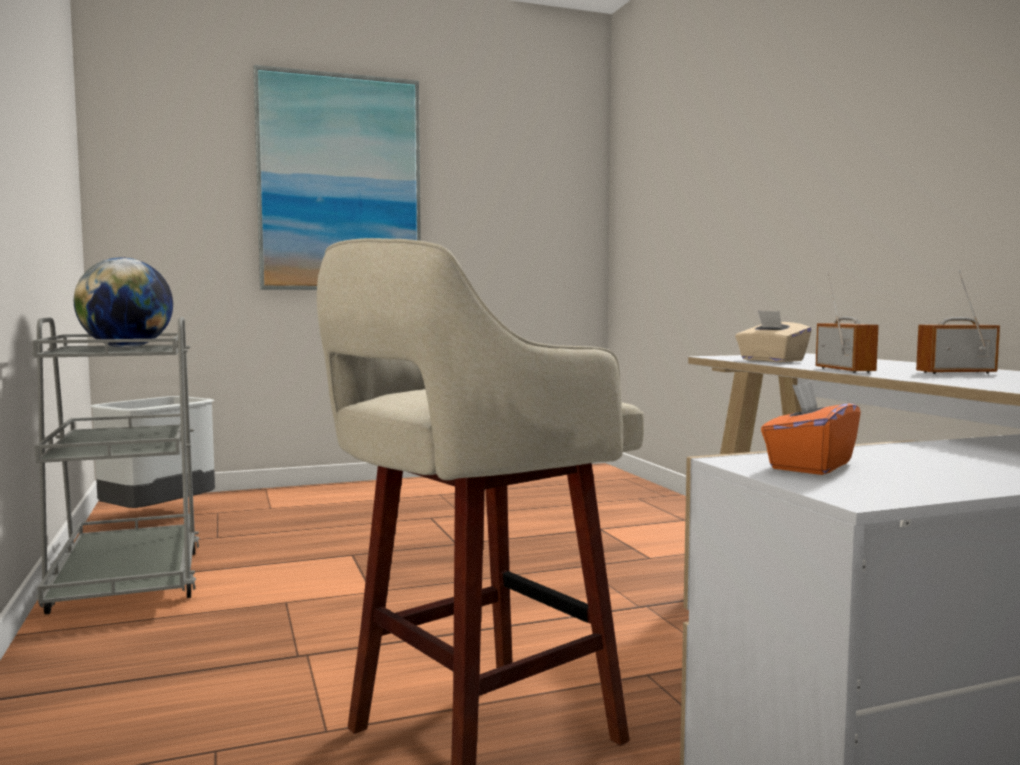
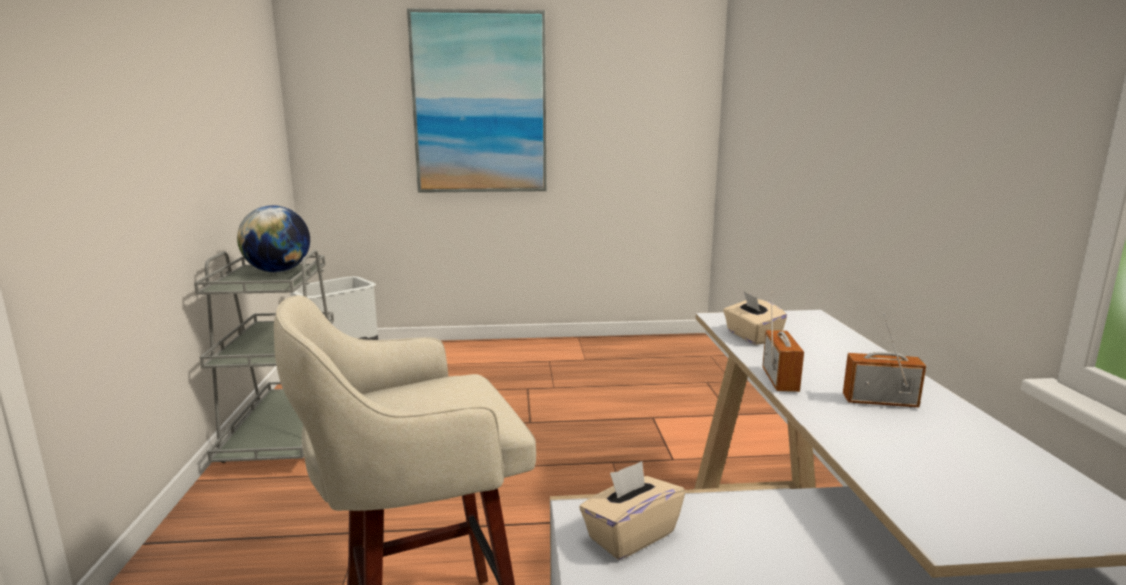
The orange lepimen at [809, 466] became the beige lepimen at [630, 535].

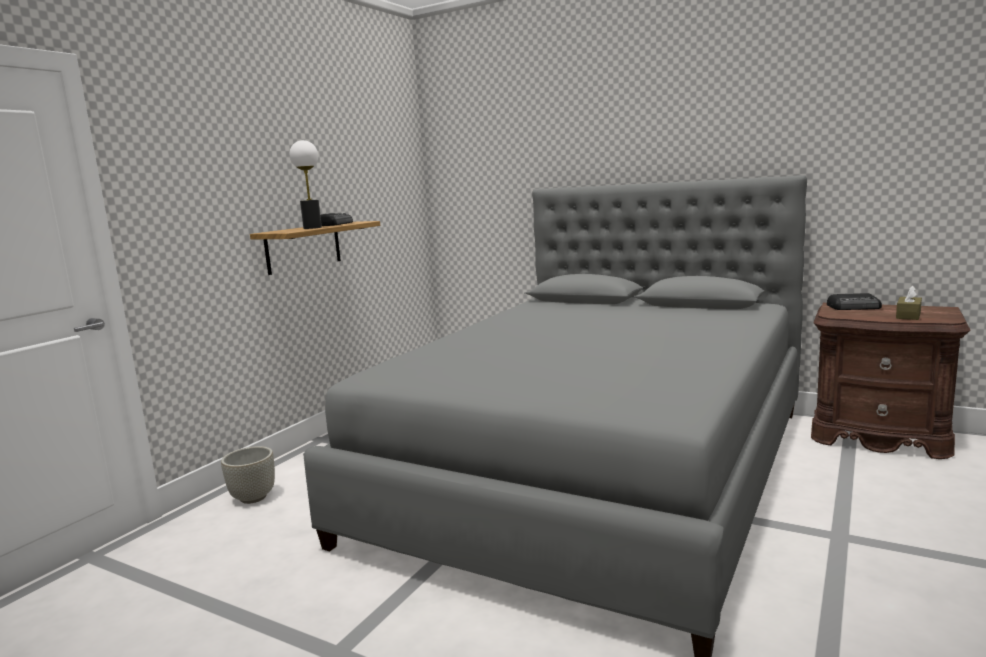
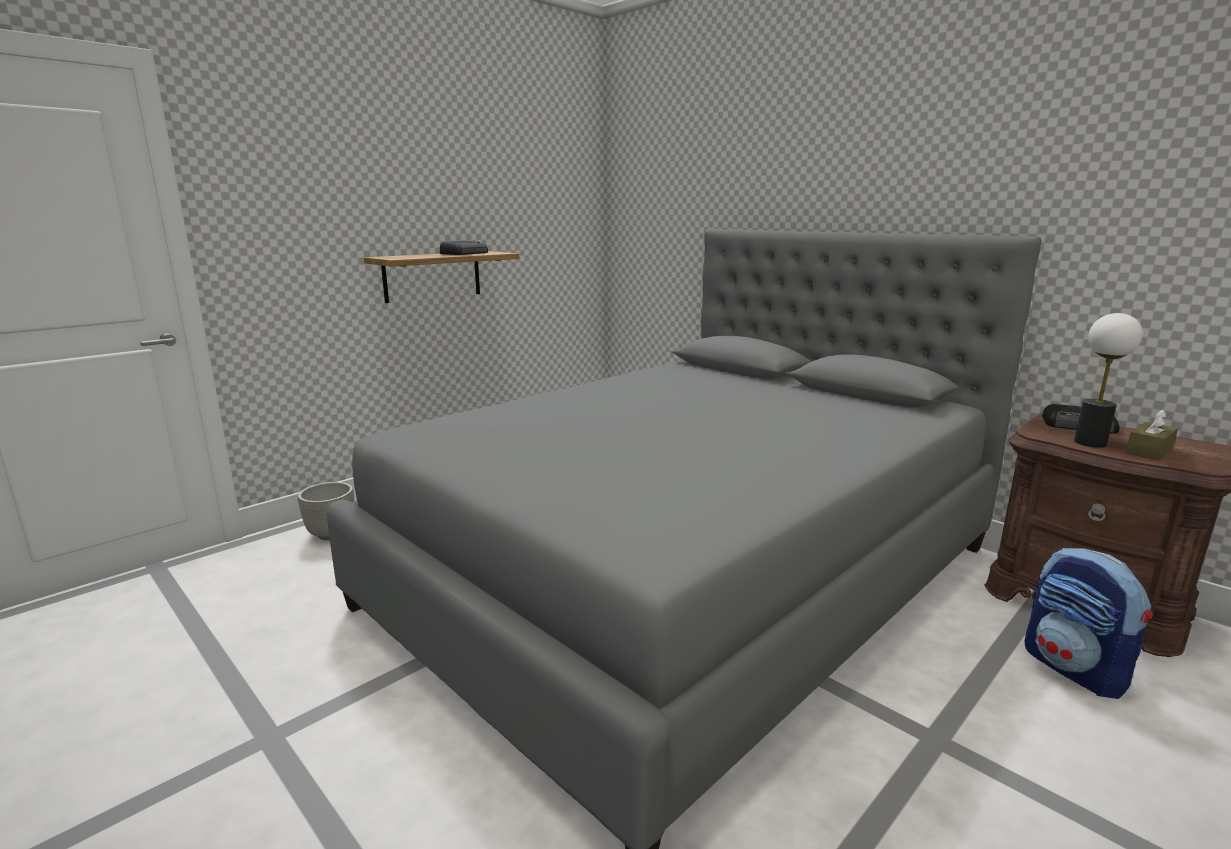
The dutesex moved from [312, 228] to [1090, 443].
The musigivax at [1075, 669] appeared.

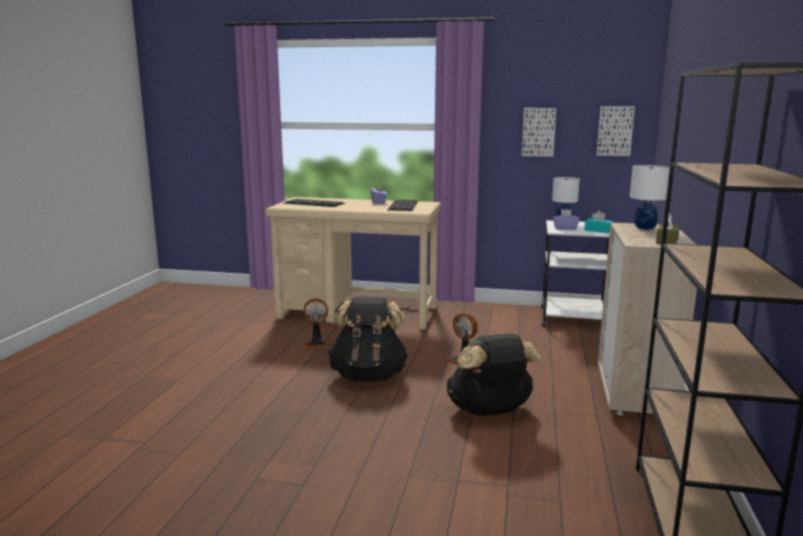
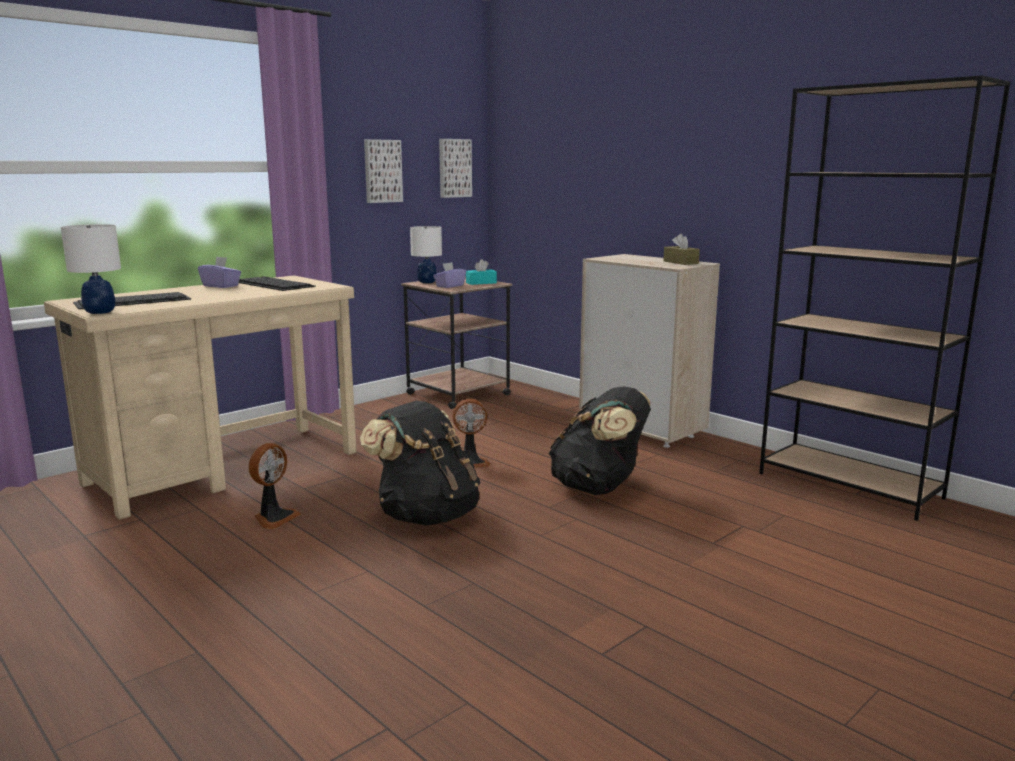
The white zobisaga at [574, 319] became the brown zobisaga at [459, 394].
The white dutesex moved from [645, 228] to [101, 312].

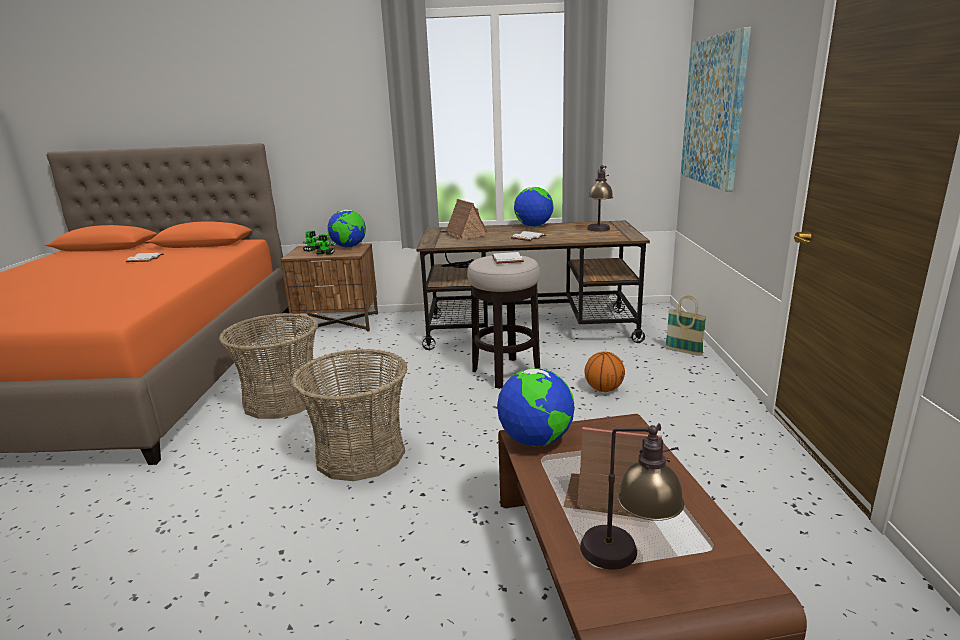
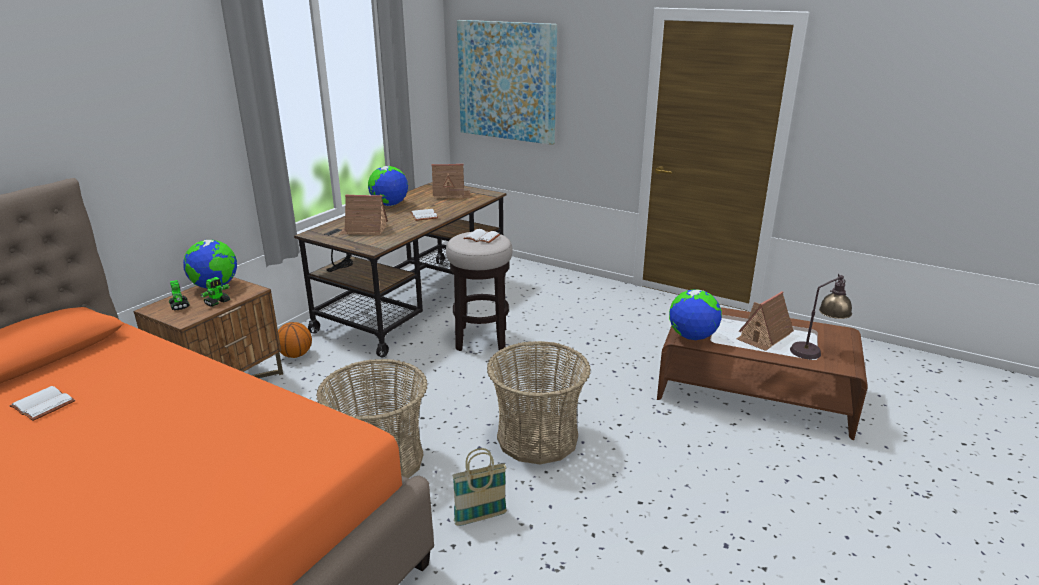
The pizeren moved from [603, 389] to [295, 355].
The dutesex at [599, 231] was replaced by the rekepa at [451, 194].
The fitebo moved from [683, 351] to [480, 518].

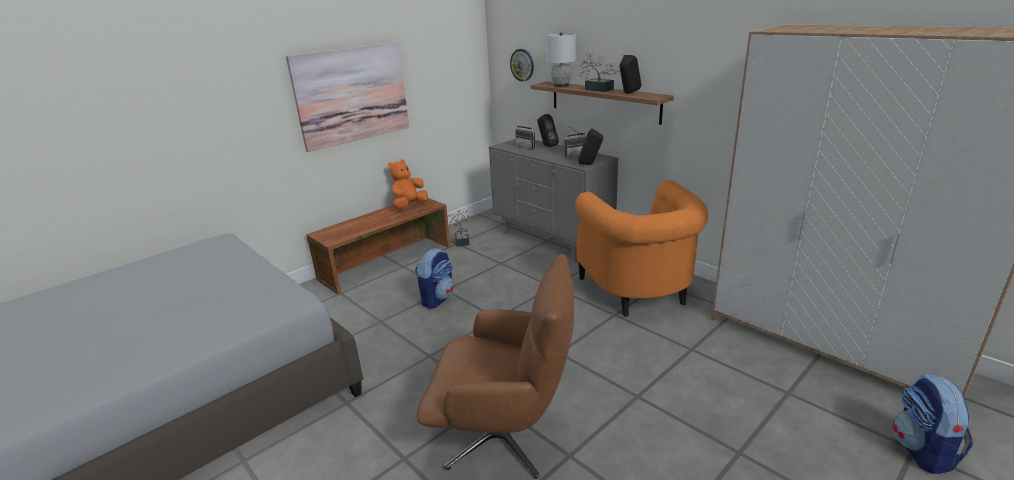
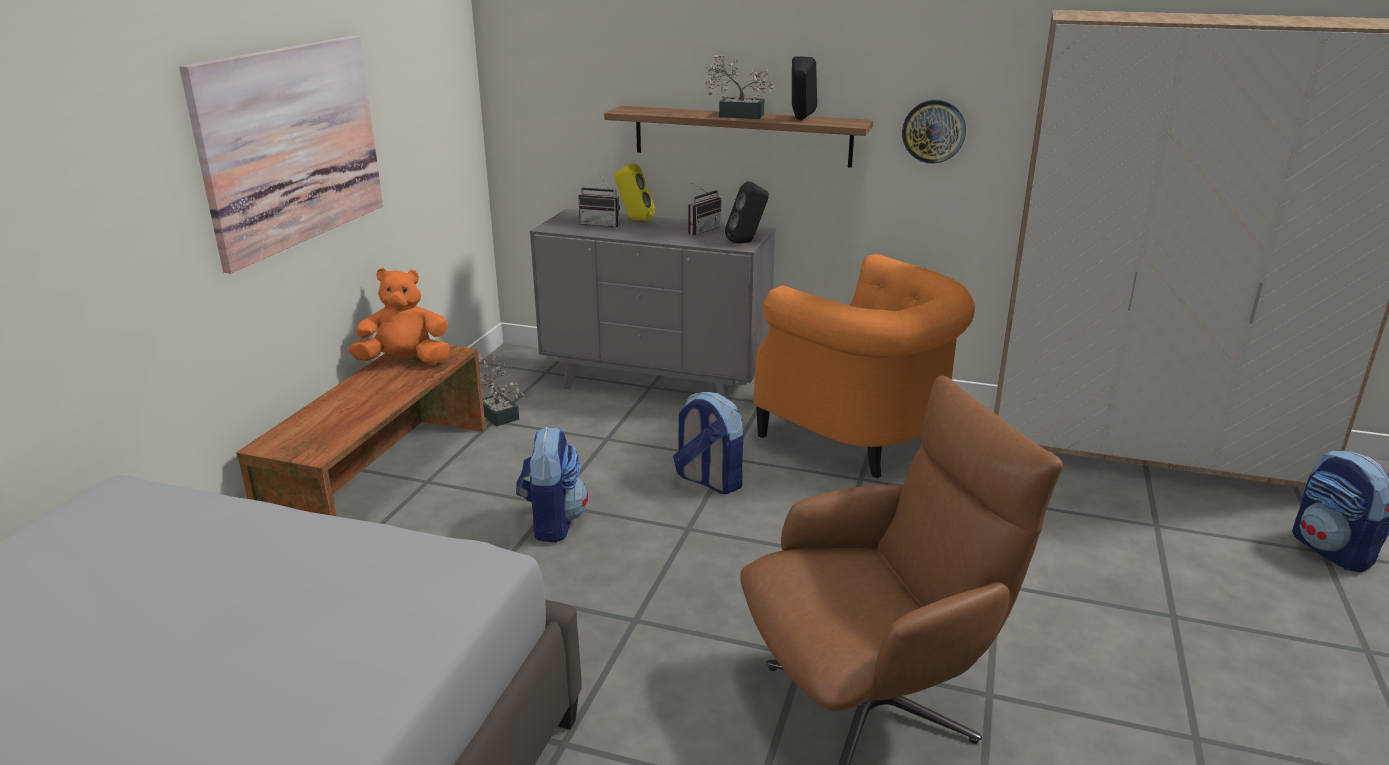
The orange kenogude at [409, 205] turned 75 degrees clockwise.
The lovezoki moved from [522, 65] to [934, 131].
The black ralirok at [547, 146] became the yellow ralirok at [634, 220].
The white dutesex at [561, 85] disappeared.
The musigivax at [708, 481] appeared.

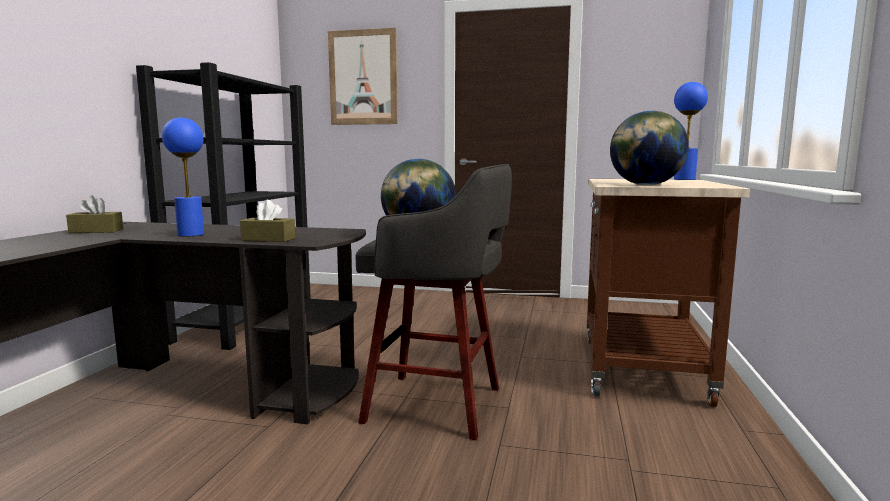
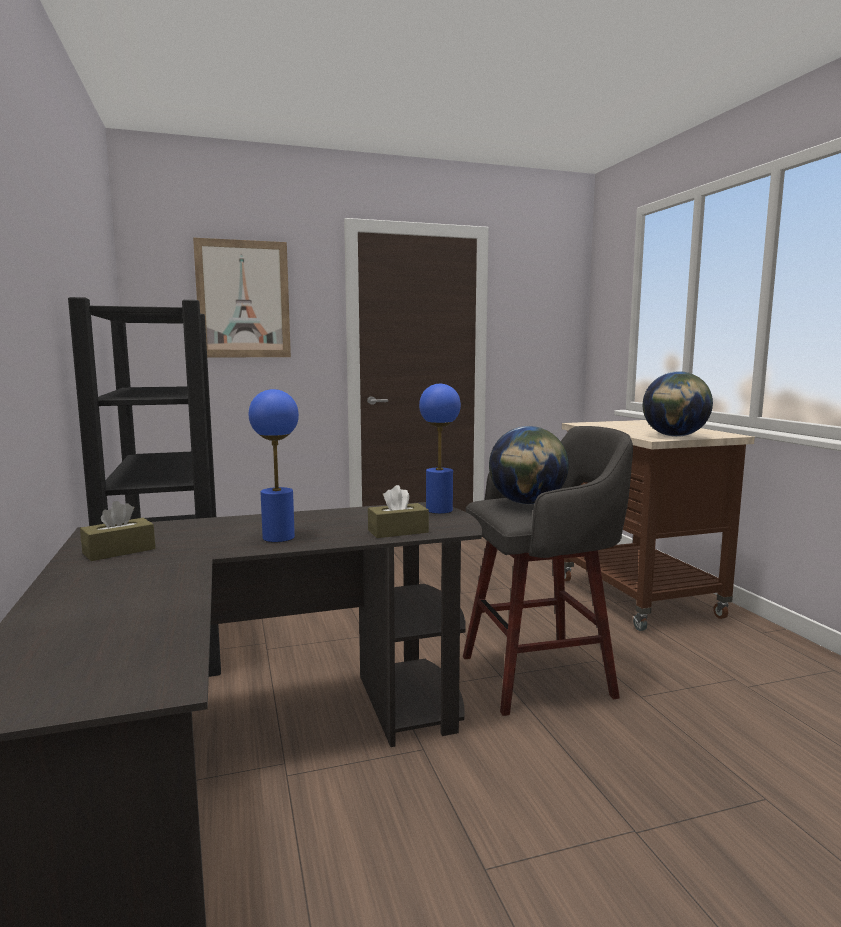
The blue dutesex moved from [684, 179] to [439, 510].

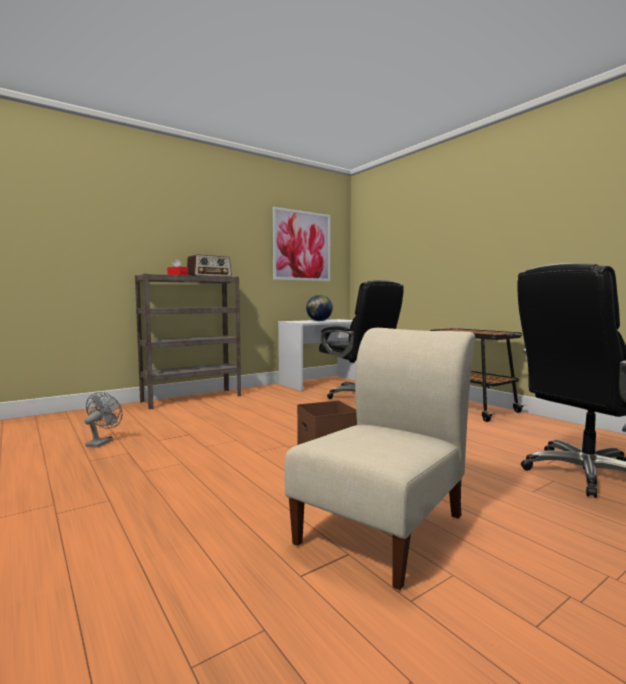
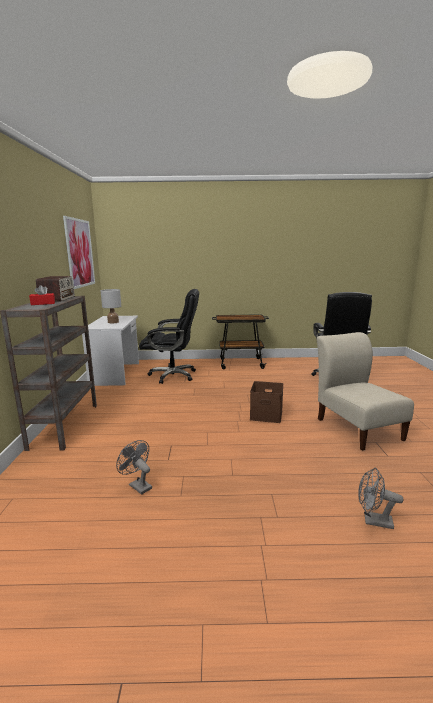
The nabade at [319, 321] was replaced by the grey dutesex at [113, 322].
The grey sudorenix at [373, 521] appeared.

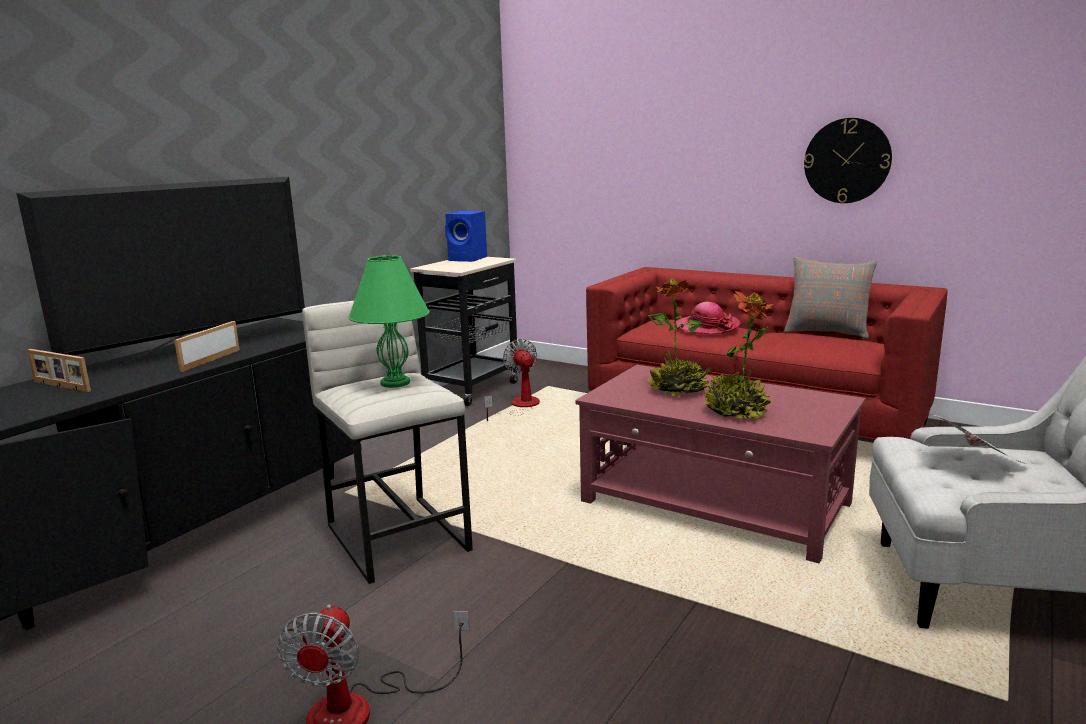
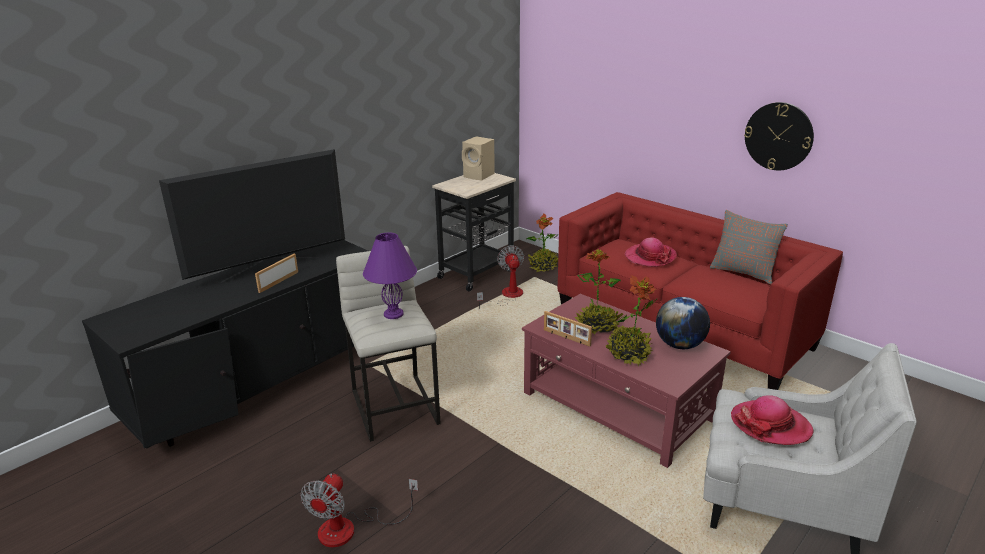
The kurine moved from [60, 387] to [566, 338].
The green dutesex at [395, 383] became the purple dutesex at [393, 314].
The blue ralirok at [469, 259] became the beige ralirok at [479, 176].
The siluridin at [975, 462] was replaced by the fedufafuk at [770, 425].
The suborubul at [543, 267] appeared.
The nabade at [680, 345] appeared.

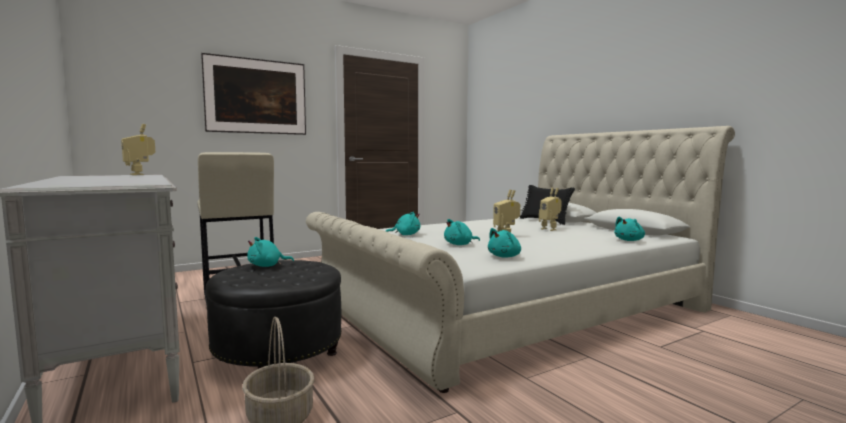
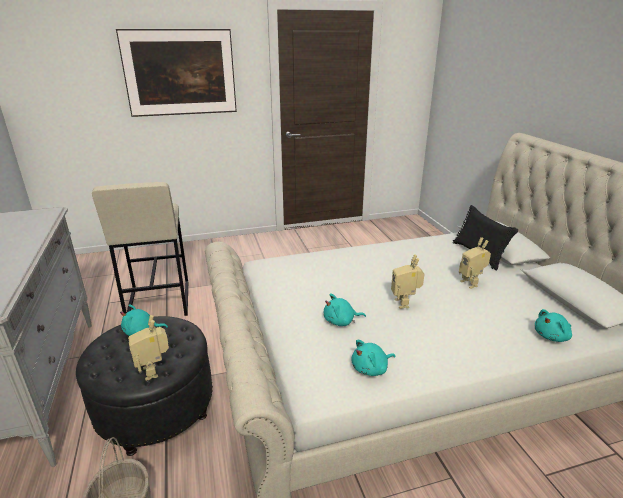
The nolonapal moved from [140, 174] to [154, 371].
The turquoise kenogude at [405, 235] disappeared.

